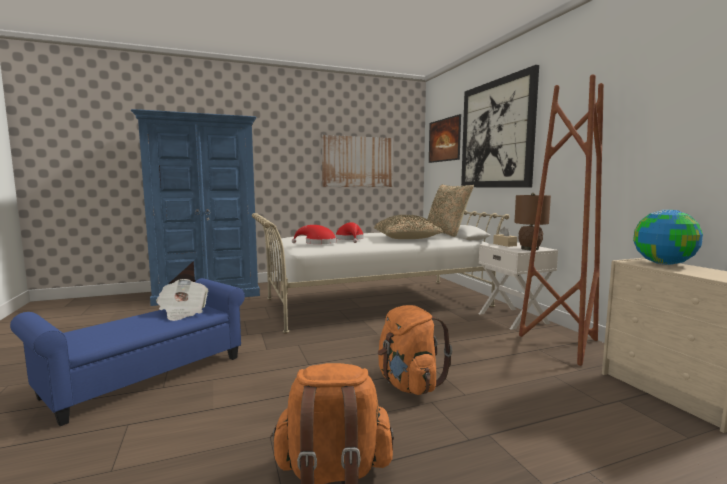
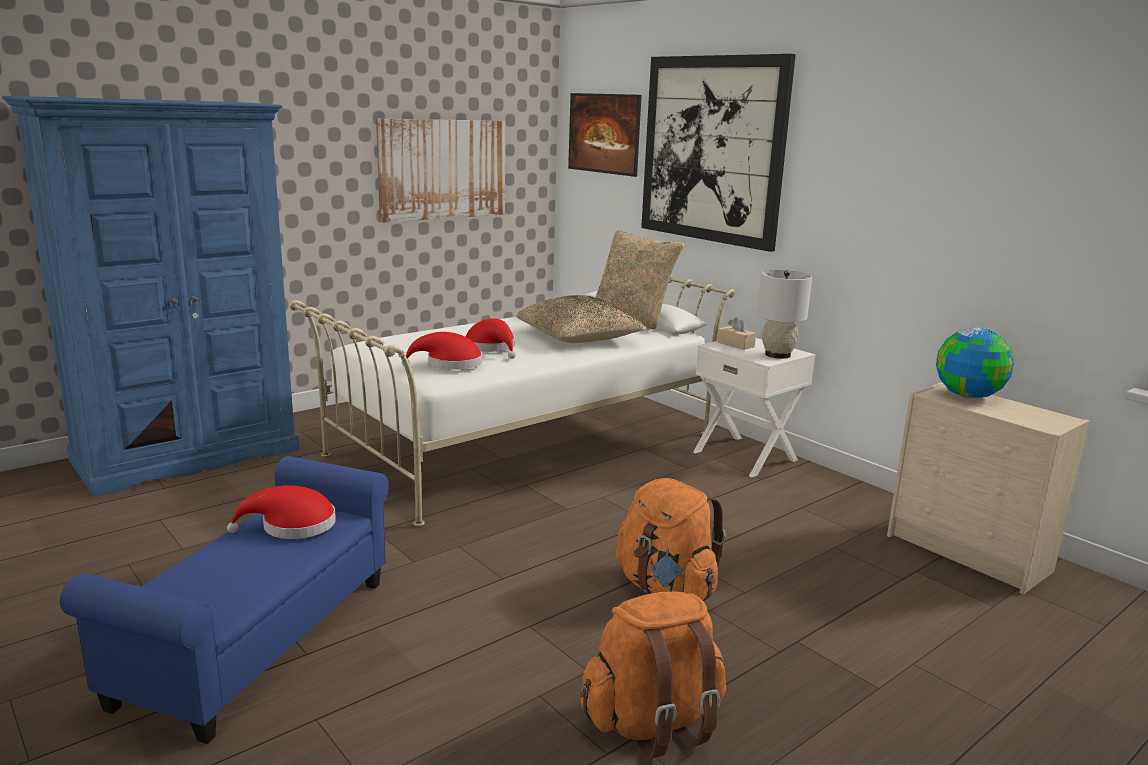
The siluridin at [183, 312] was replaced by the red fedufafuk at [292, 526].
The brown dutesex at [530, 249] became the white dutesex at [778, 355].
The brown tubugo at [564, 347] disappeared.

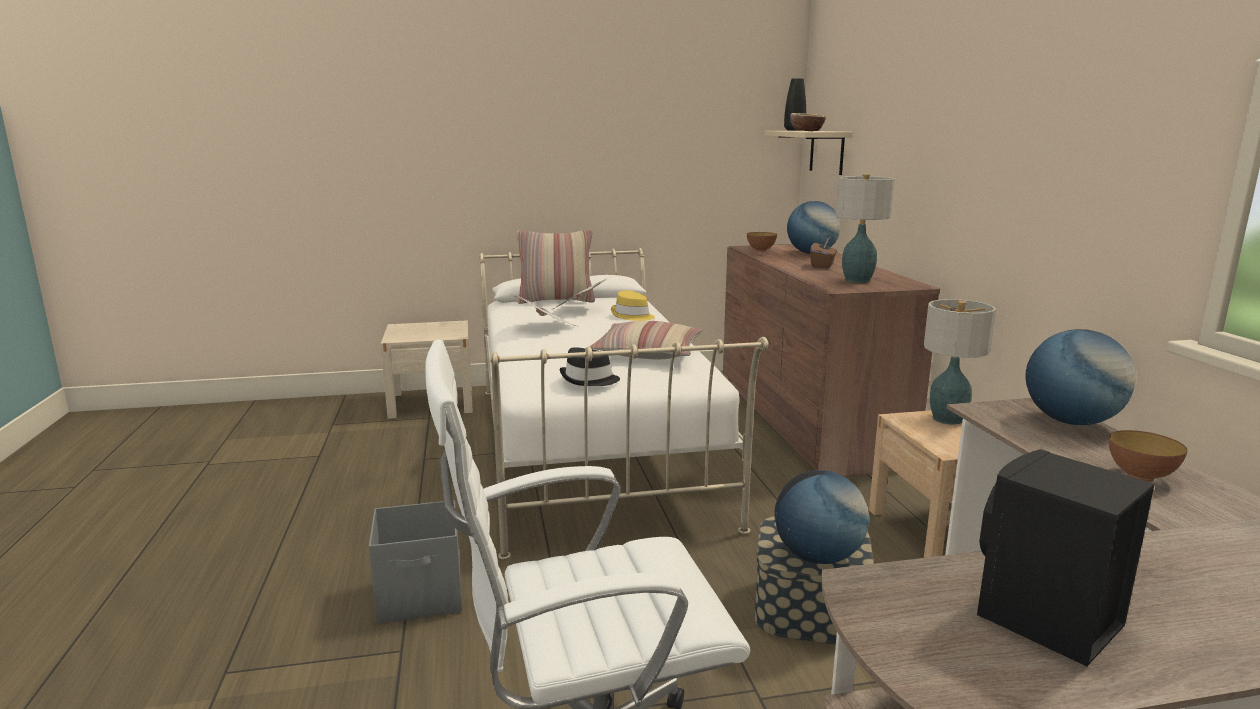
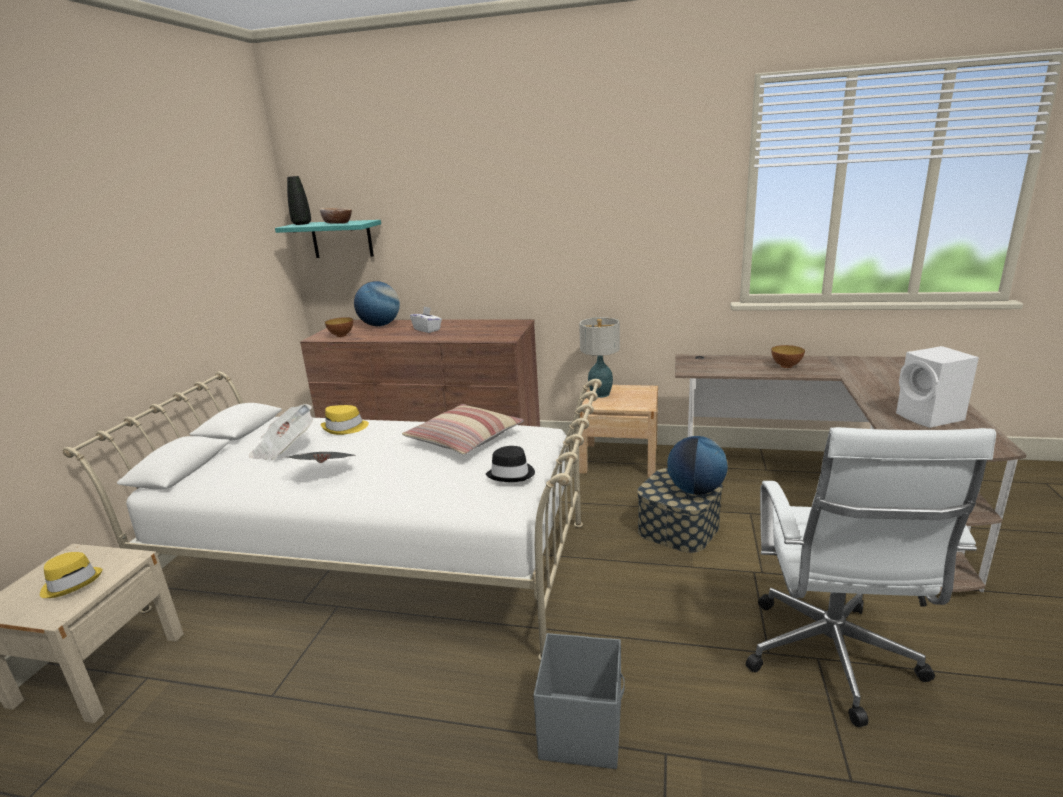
The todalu at [556, 300] disappeared.
The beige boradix at [827, 152] became the turquoise boradix at [342, 239].
The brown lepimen at [822, 265] became the white lepimen at [427, 330].
The dutesex at [858, 280] disappeared.
The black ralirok at [1045, 622] became the white ralirok at [930, 418].
The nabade at [1071, 422] disappeared.
The yellow fedufafuk at [72, 583] appeared.

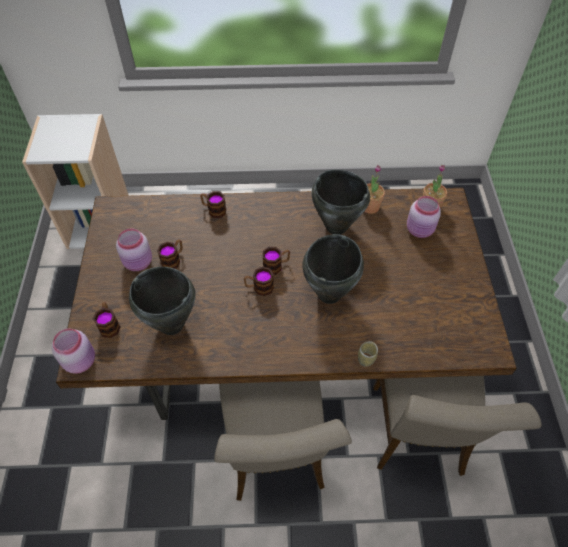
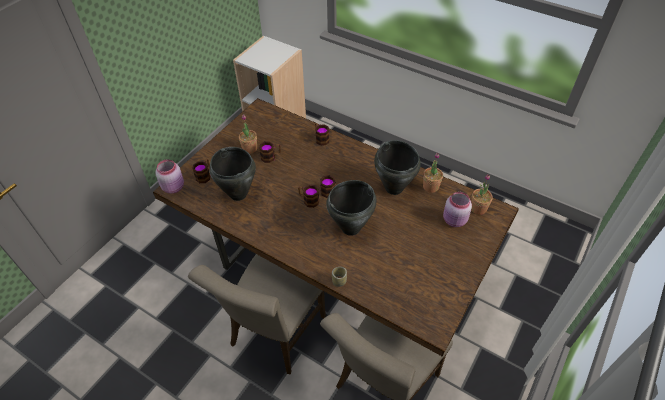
The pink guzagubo at [139, 263] was replaced by the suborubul at [250, 149].

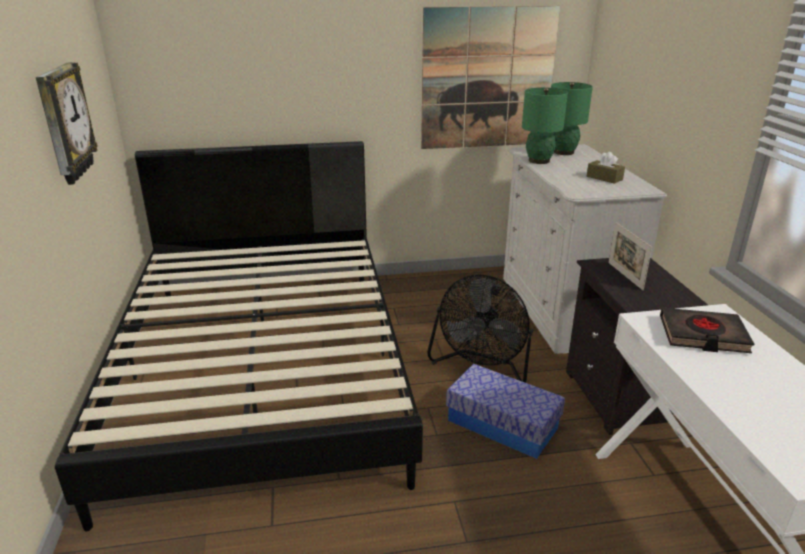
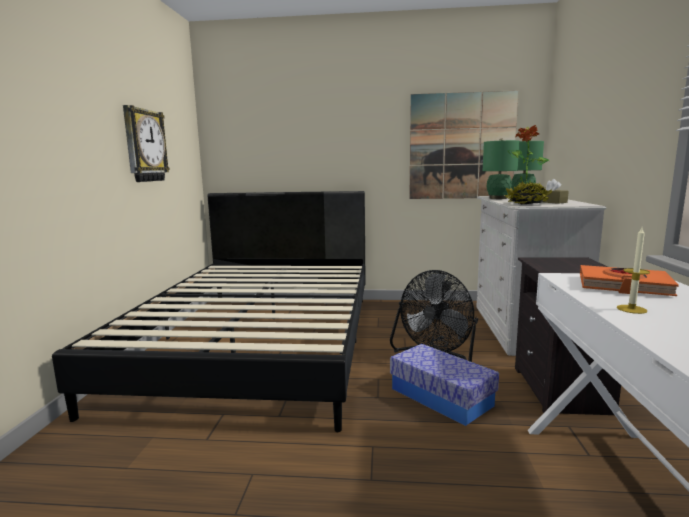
The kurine at [625, 276] disappeared.
The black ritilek at [703, 335] became the orange ritilek at [623, 286].
The suborubul at [526, 204] appeared.
The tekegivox at [631, 309] appeared.

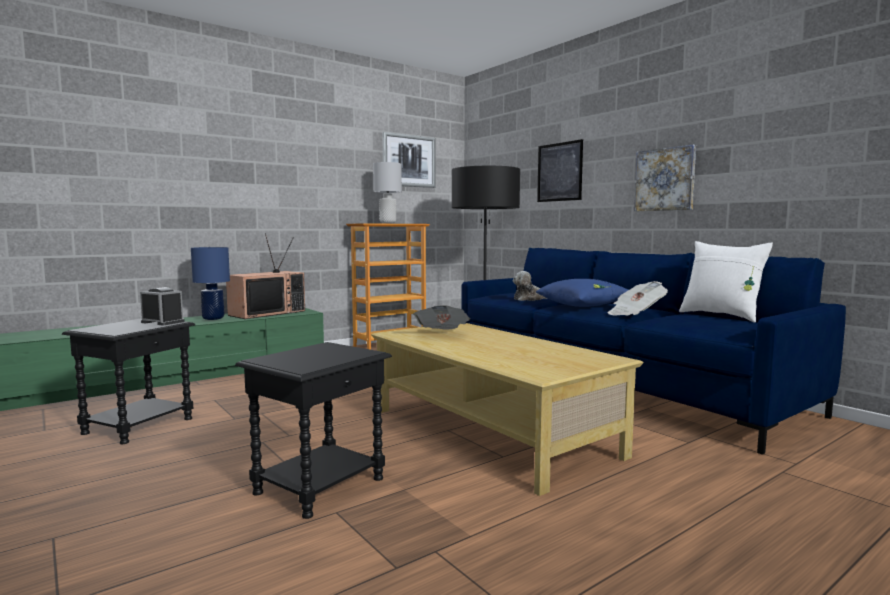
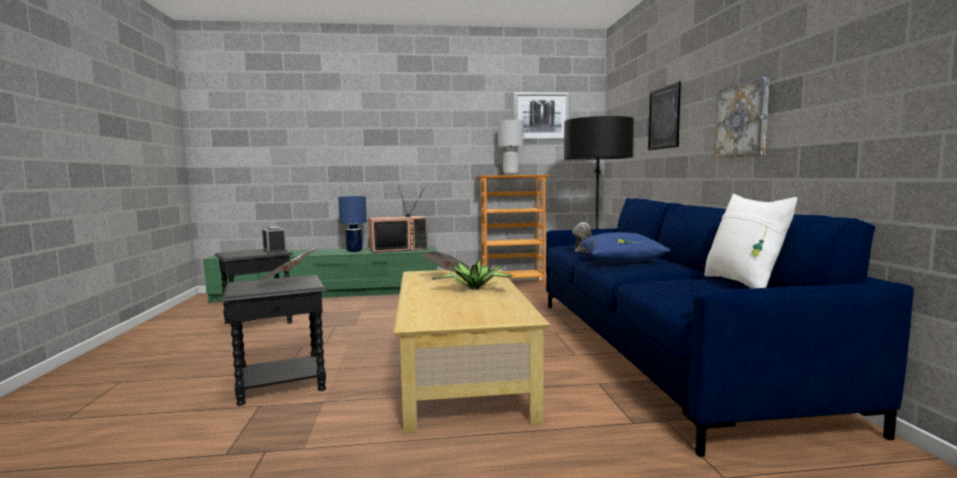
The siluridin moved from [635, 314] to [286, 283].
The suborubul at [475, 289] appeared.

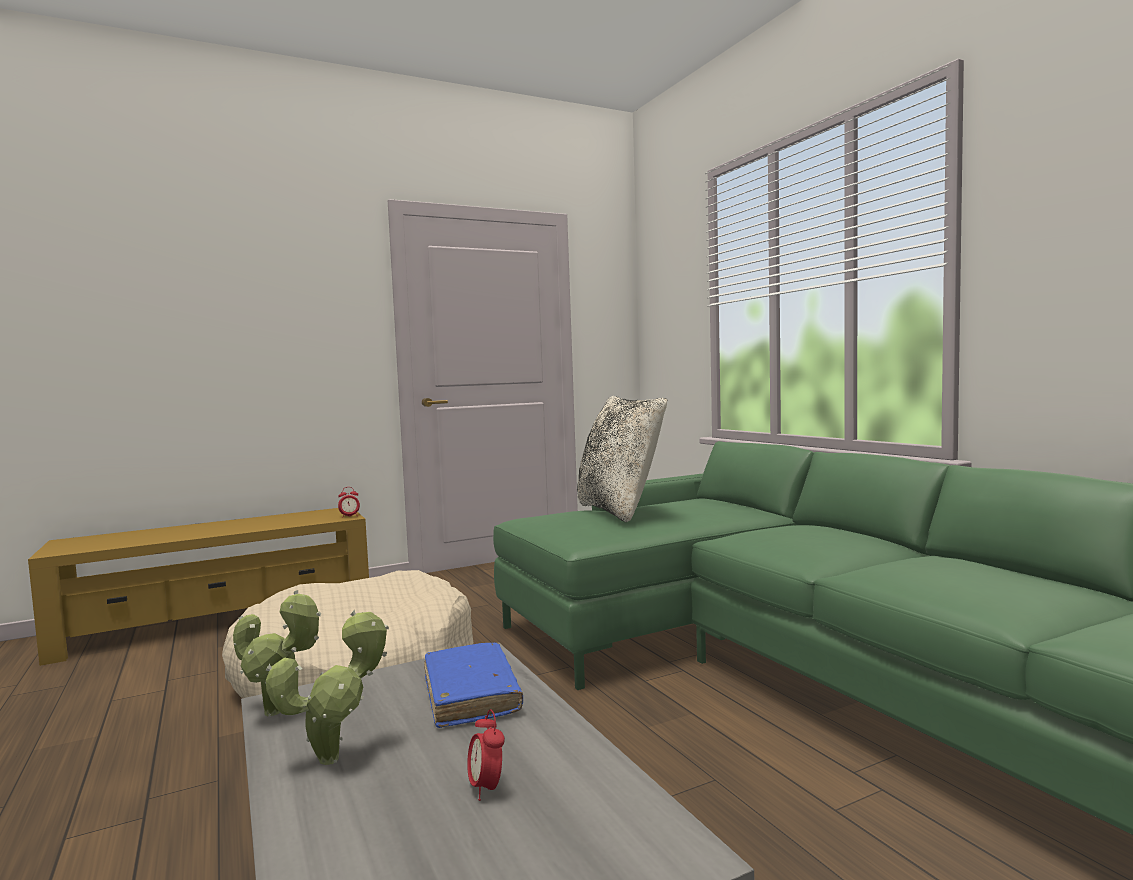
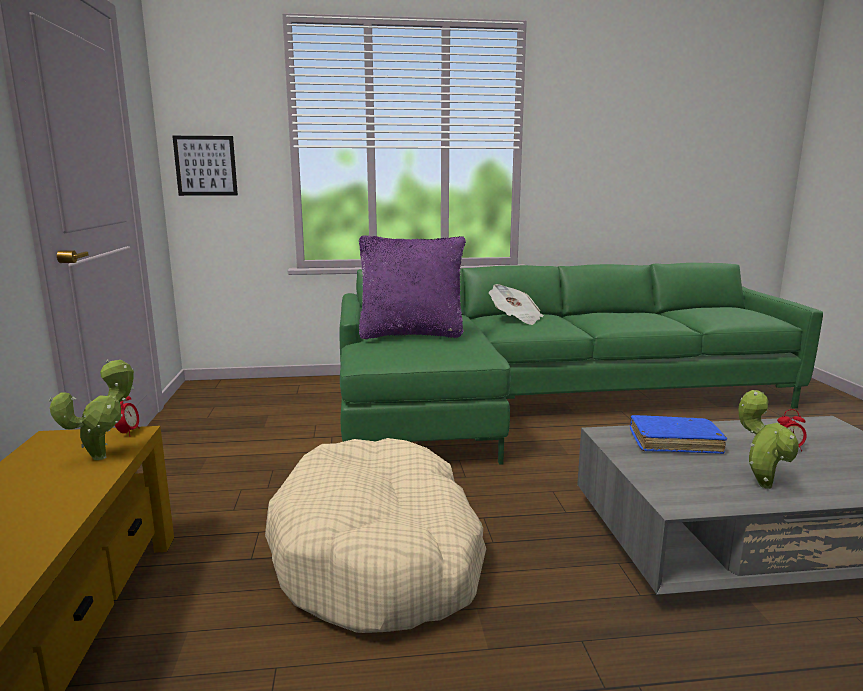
The suborubul moved from [279, 712] to [104, 455].
The beige todalu at [618, 513] became the purple todalu at [412, 336].
The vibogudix at [205, 166] appeared.
The siluridin at [515, 319] appeared.

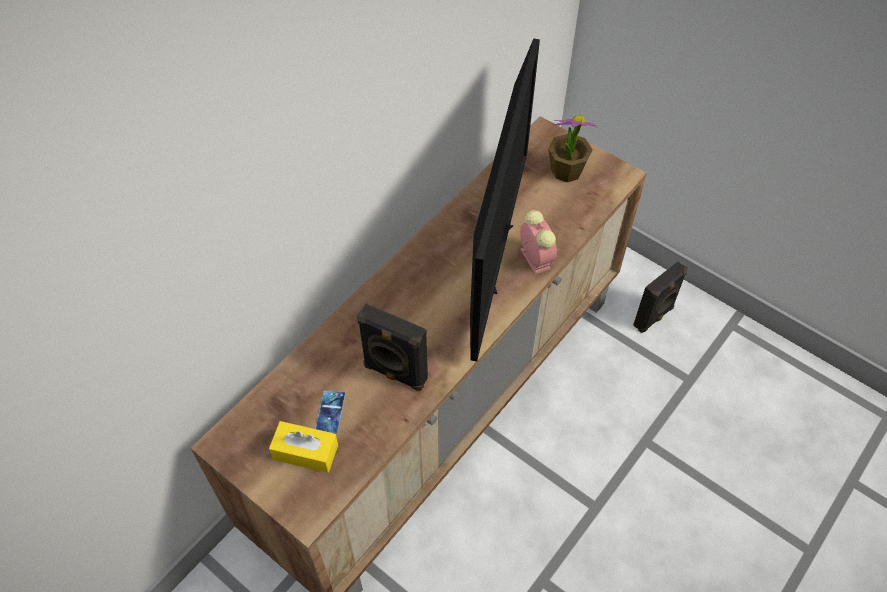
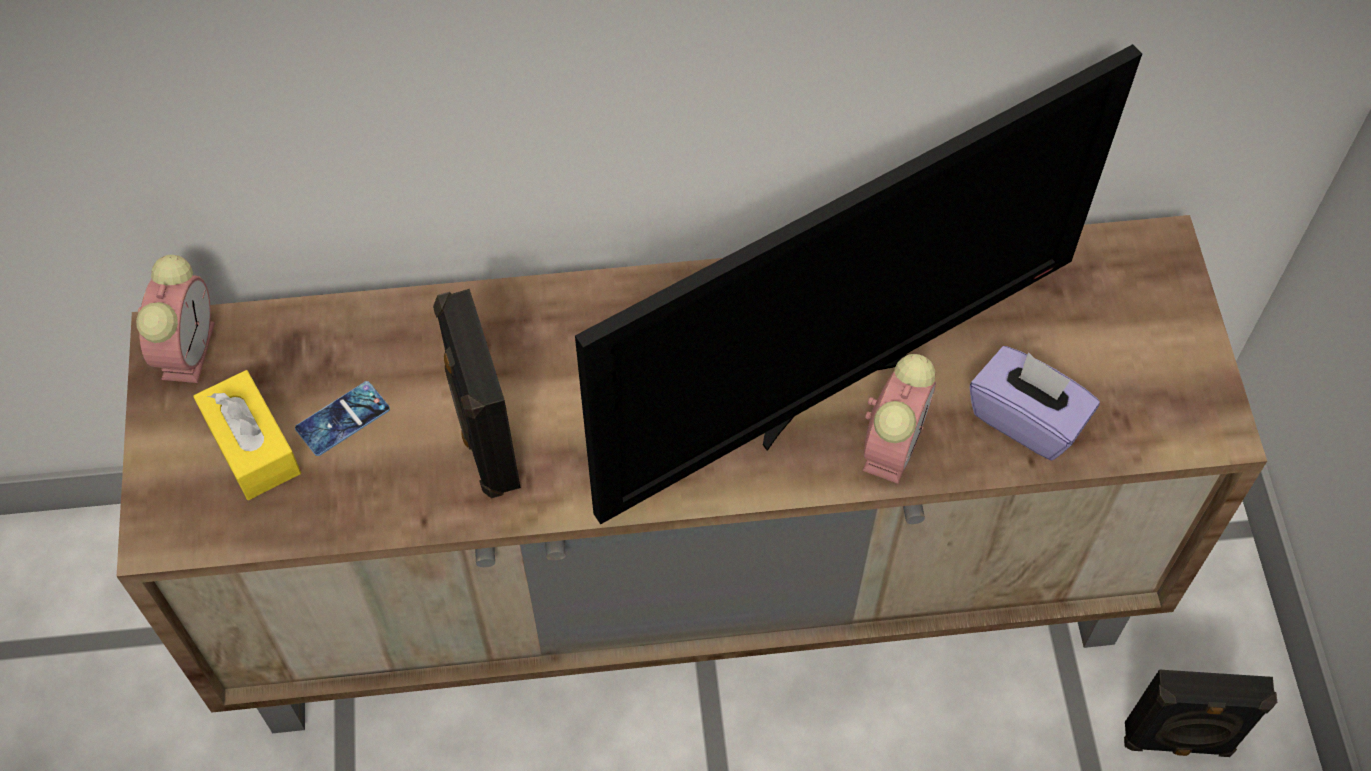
The suborubul at [566, 171] disappeared.
The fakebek at [188, 347] appeared.
The purple lepimen at [1026, 418] appeared.

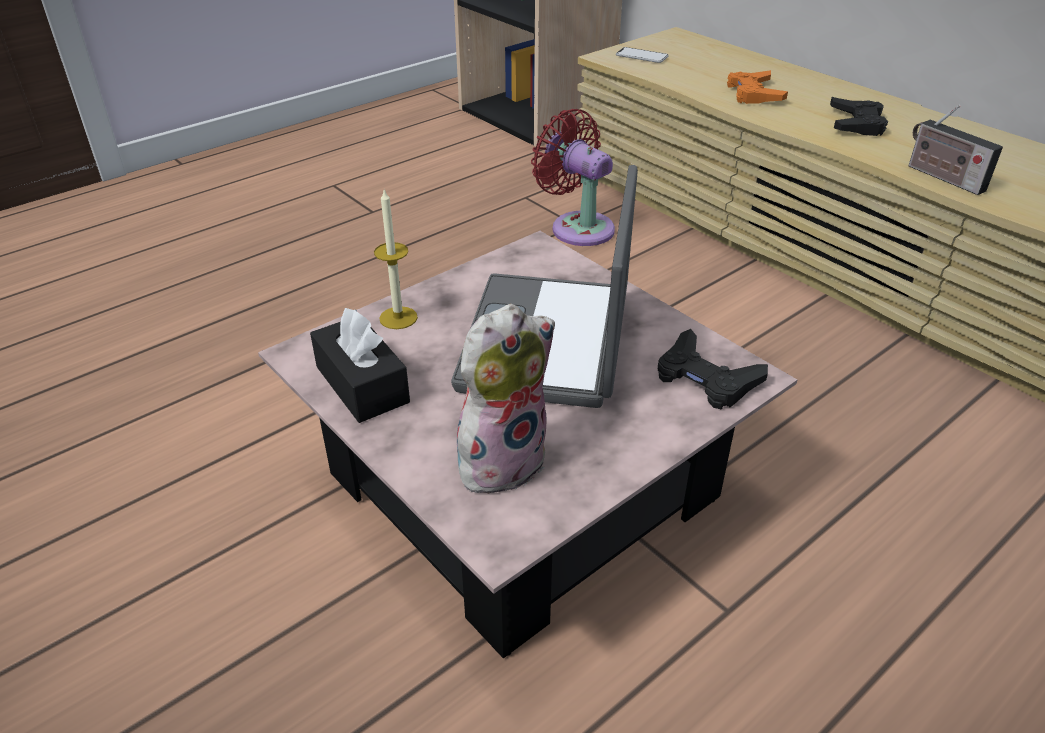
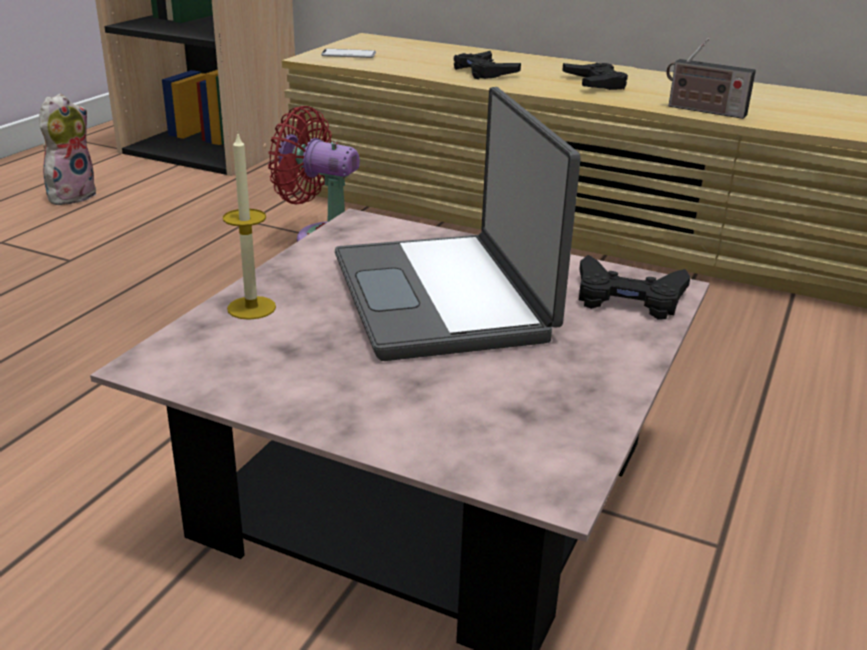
The black lepimen at [362, 384] disappeared.
The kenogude moved from [501, 459] to [72, 195].
The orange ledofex at [753, 93] became the black ledofex at [483, 72].

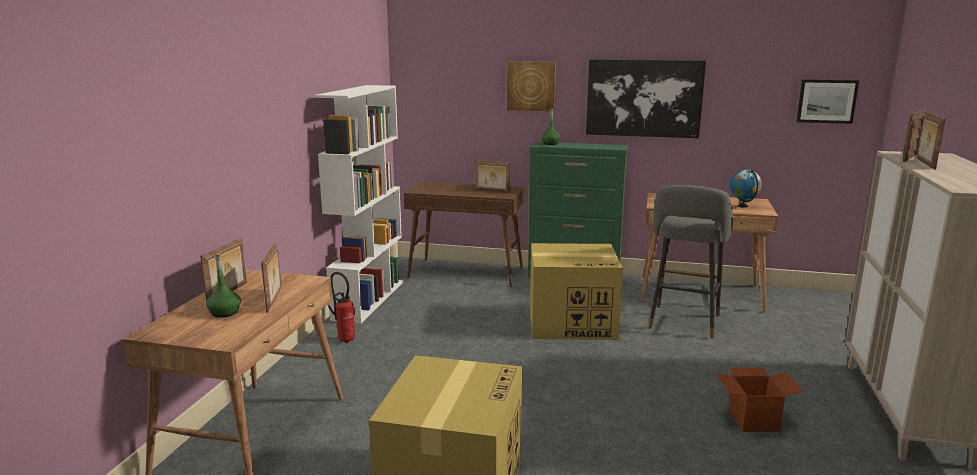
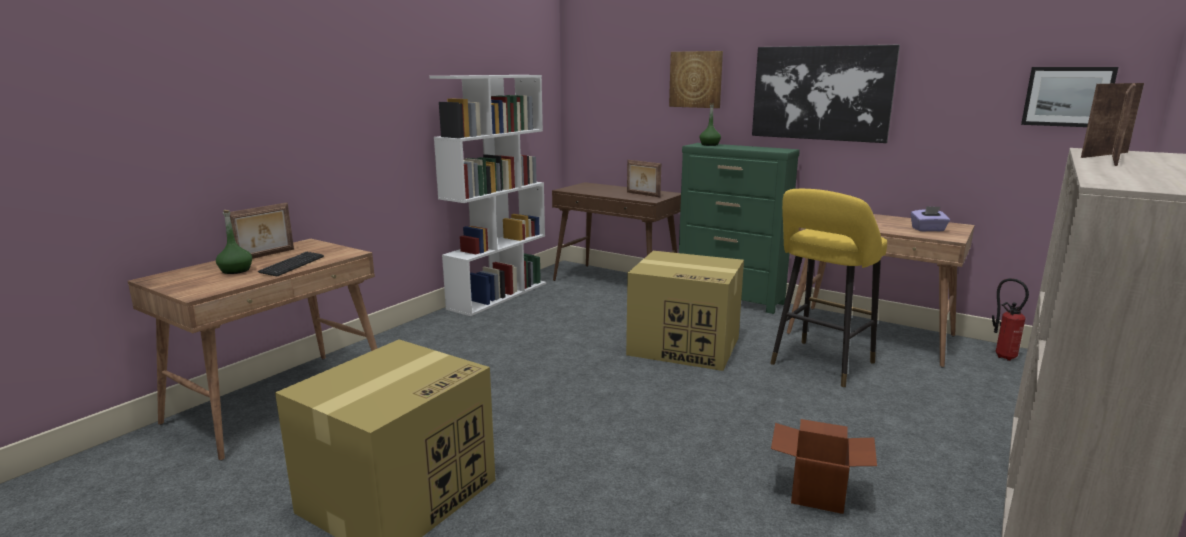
The kurine at [274, 300] was replaced by the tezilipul at [292, 265].
The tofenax moved from [345, 339] to [1002, 356].
The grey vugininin at [683, 323] became the yellow vugininin at [819, 365].
The nabade at [743, 206] was replaced by the purple lepimen at [928, 229].

